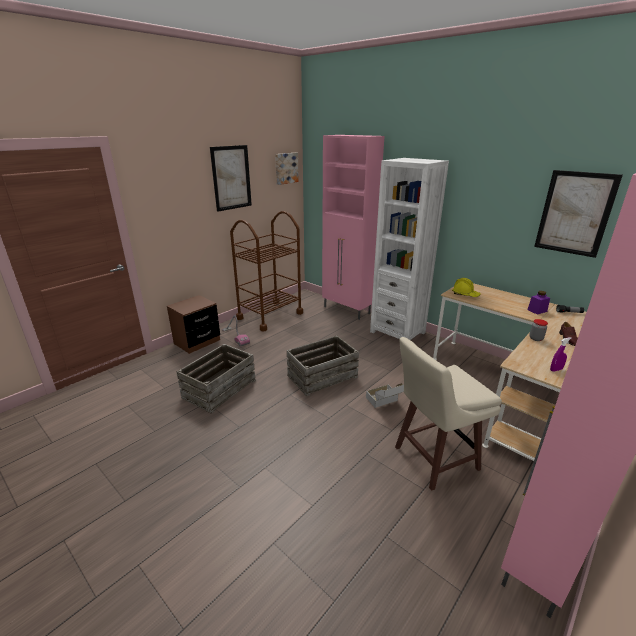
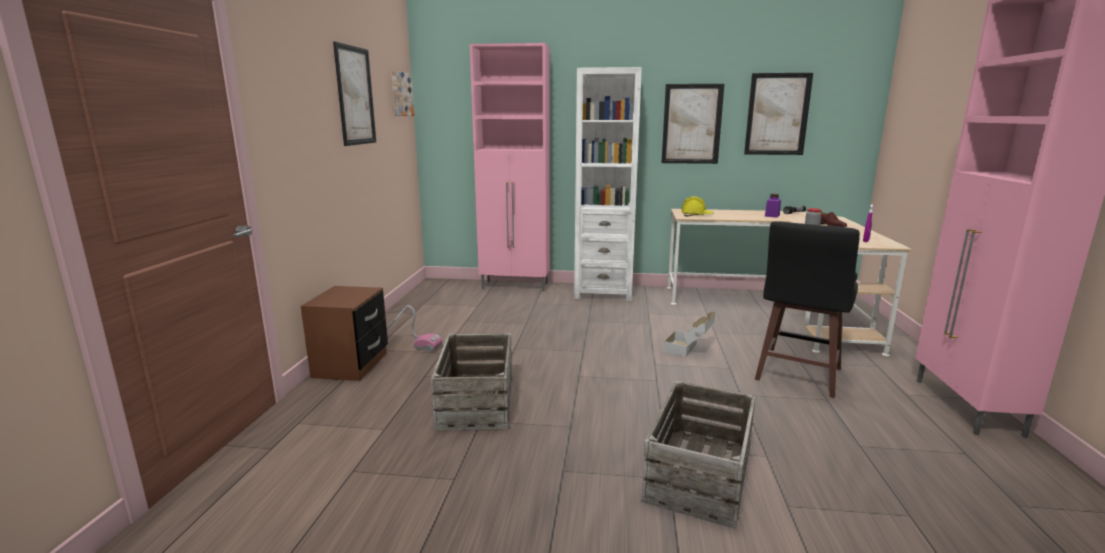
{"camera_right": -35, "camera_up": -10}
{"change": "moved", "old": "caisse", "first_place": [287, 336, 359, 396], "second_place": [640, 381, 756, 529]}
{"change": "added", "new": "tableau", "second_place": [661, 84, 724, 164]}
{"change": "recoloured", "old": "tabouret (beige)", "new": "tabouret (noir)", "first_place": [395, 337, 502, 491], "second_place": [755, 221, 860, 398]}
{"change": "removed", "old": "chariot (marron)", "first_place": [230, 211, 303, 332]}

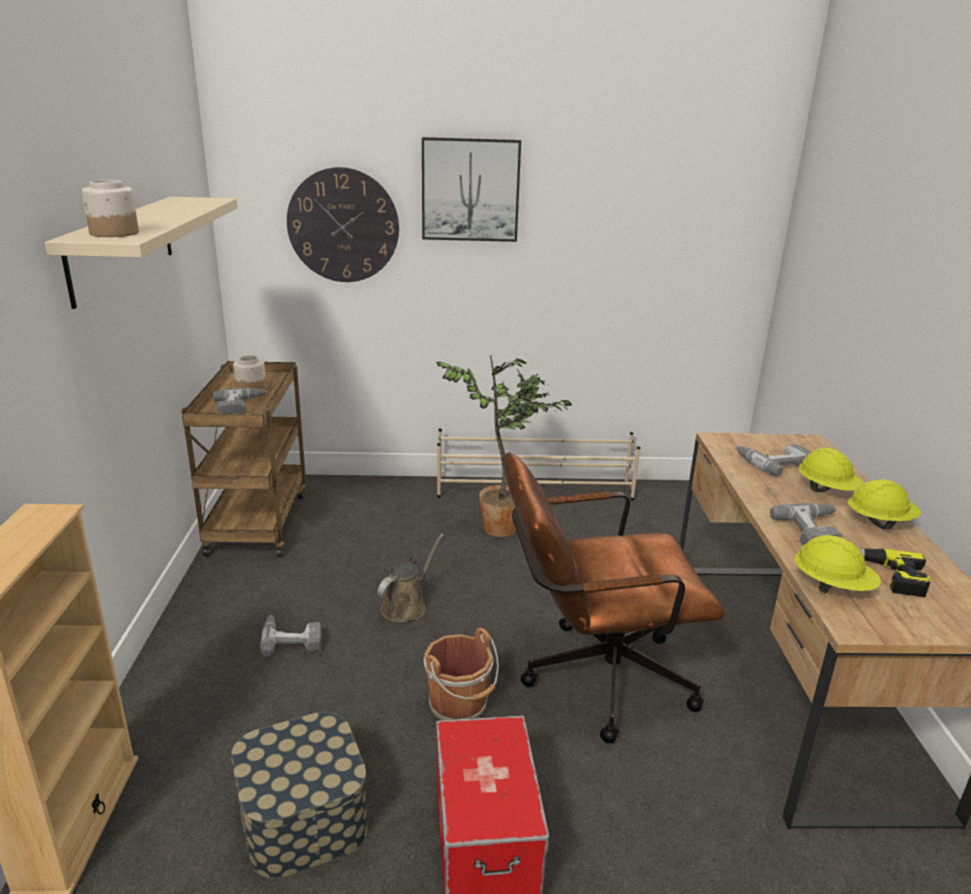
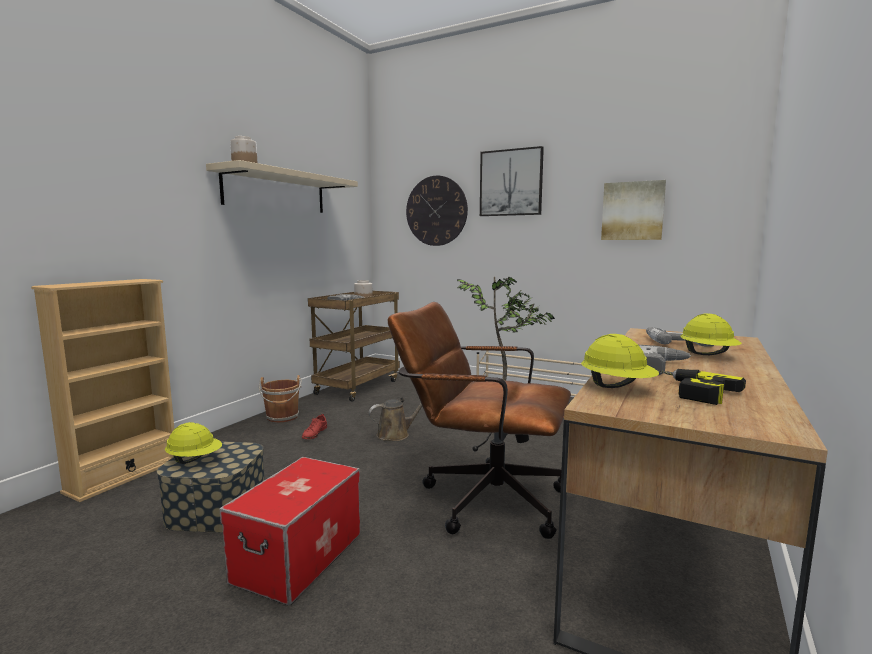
{"camera_right": 30, "camera_up": -15}
{"change": "moved", "old": "casque de chantier (jaune)", "first_place": [848, 479, 921, 529], "second_place": [165, 422, 222, 464]}
{"change": "moved", "old": "seau (marron)", "first_place": [424, 628, 499, 720], "second_place": [259, 375, 302, 423]}
{"change": "replaced", "old": "perceuse", "new": "chaussure (rouge)", "first_place": [260, 615, 321, 657], "second_place": [302, 414, 327, 439]}
{"change": "added", "new": "tableau", "second_place": [601, 180, 666, 240]}

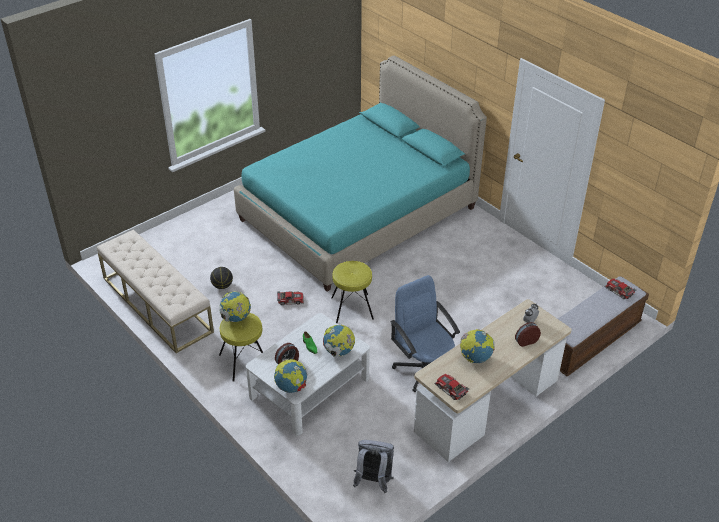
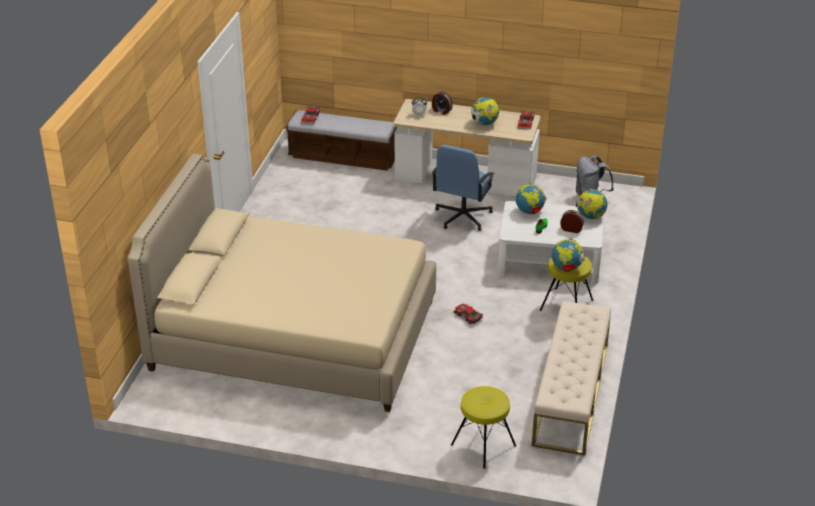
{"camera_right": -125, "camera_up": -5}
{"change": "recoloured", "old": "lit (turquoise)", "new": "lit (beige)", "first_place": [234, 55, 487, 292], "second_place": [128, 154, 436, 412]}
{"change": "moved", "old": "tabouret (jaune)", "first_place": [331, 261, 374, 323], "second_place": [451, 386, 516, 469]}
{"change": "removed", "old": "ballon de basket", "first_place": [210, 267, 233, 289]}

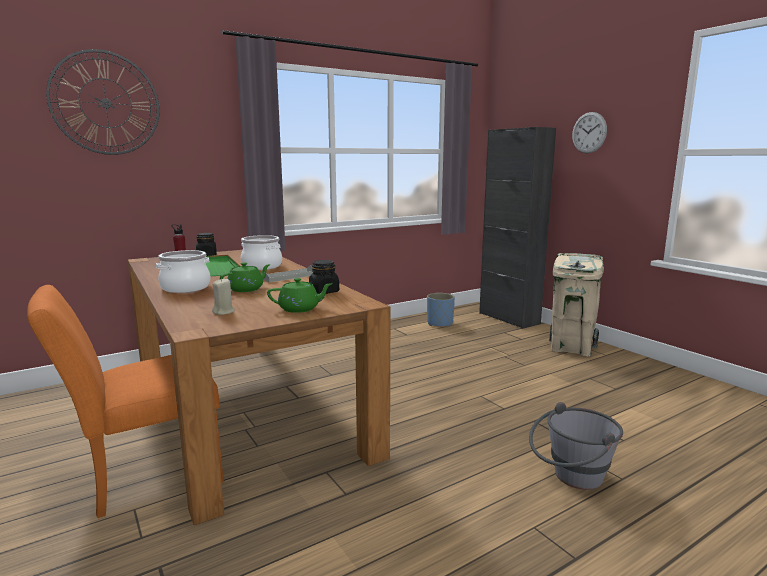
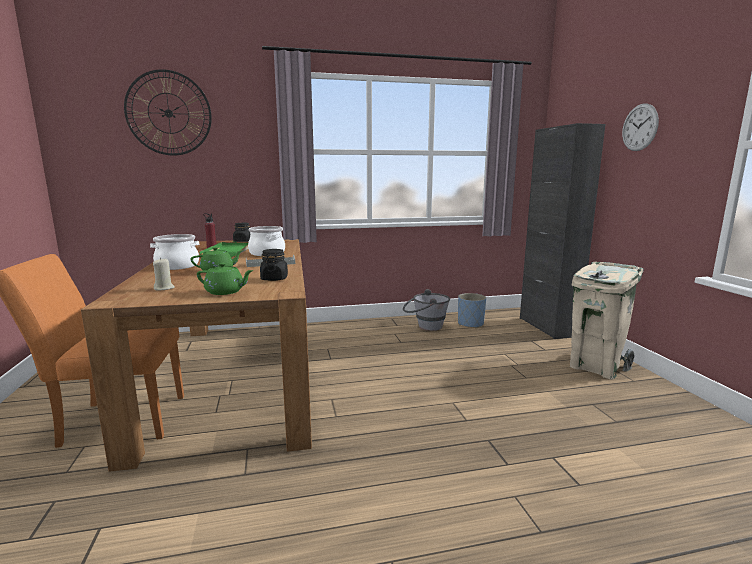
{"camera_right": 20, "camera_up": 0}
{"change": "moved", "old": "seau (gris)", "first_place": [529, 402, 623, 490], "second_place": [403, 289, 450, 331]}

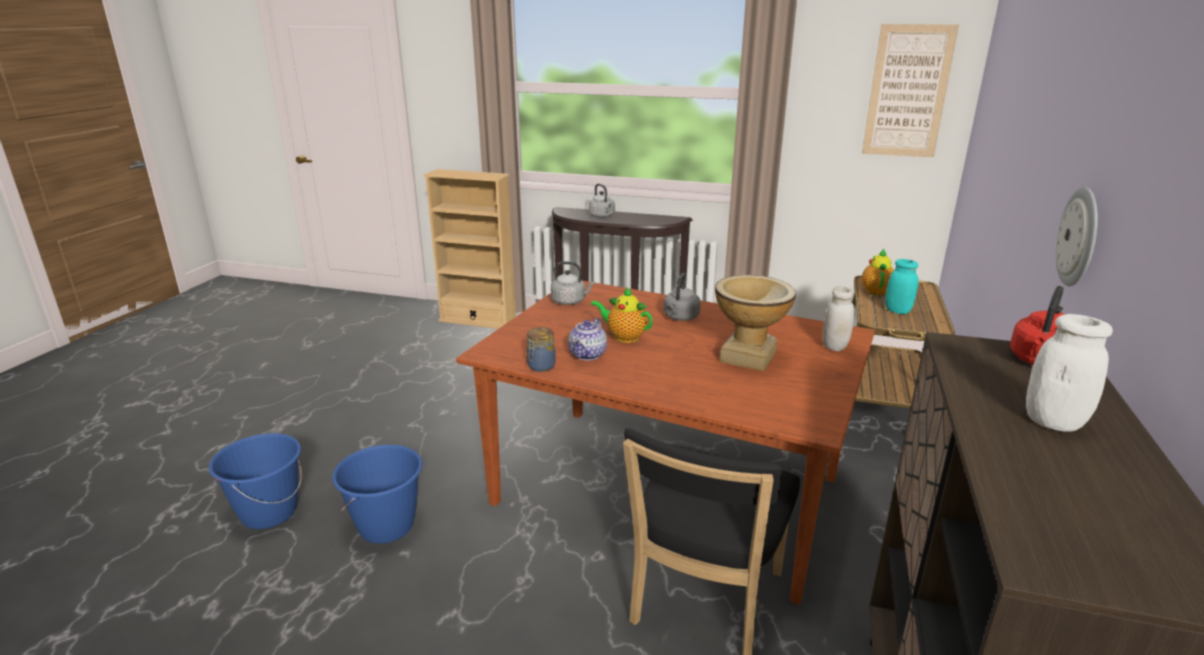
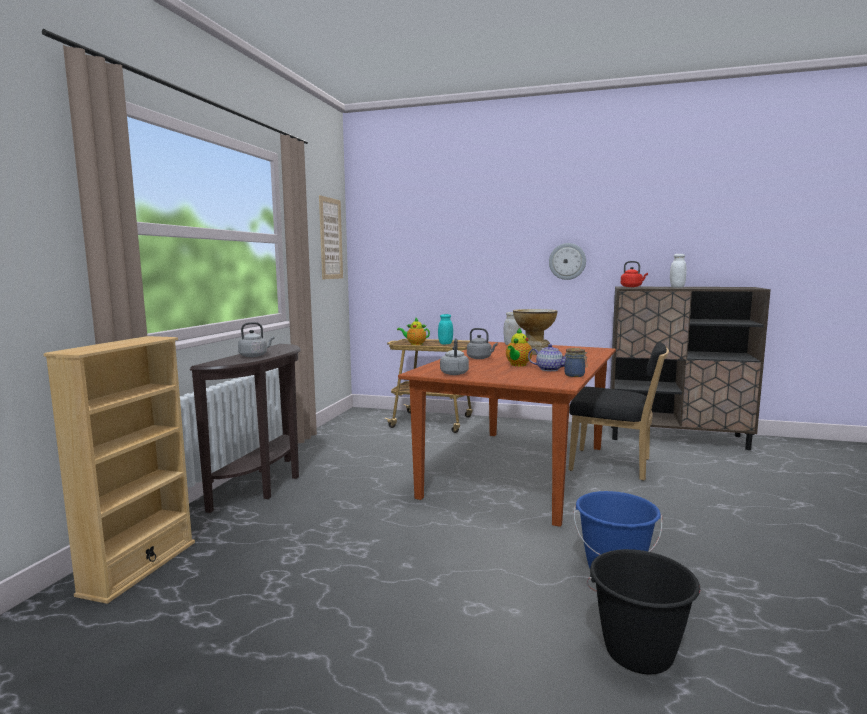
{"camera_right": -90, "camera_up": -15}
{"change": "recoloured", "old": "seau (bleu)", "new": "seau (noir)", "first_place": [209, 433, 302, 529], "second_place": [587, 549, 700, 675]}

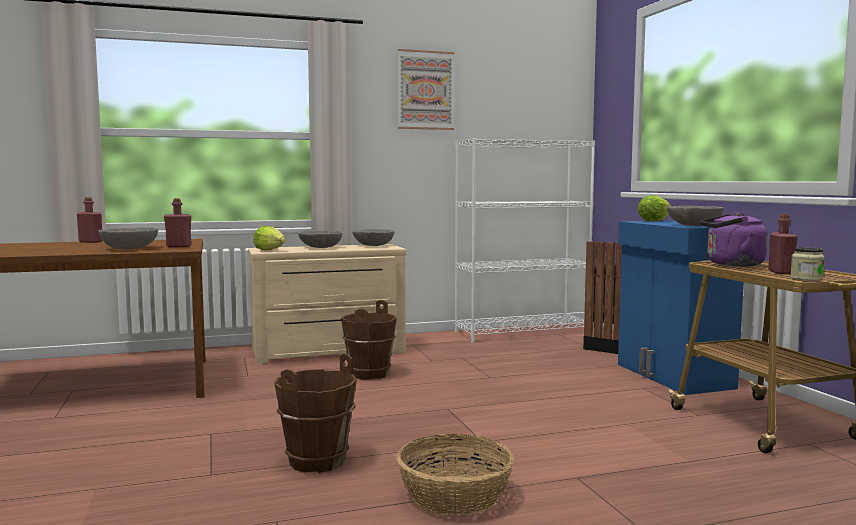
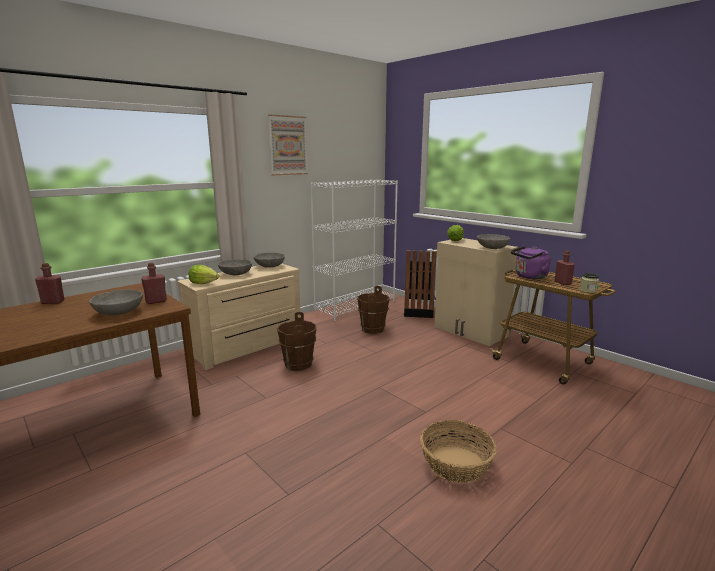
{"camera_right": -25, "camera_up": 10}
{"change": "moved", "old": "seau (marron)", "first_place": [274, 354, 357, 473], "second_place": [357, 286, 390, 334]}
{"change": "recoloured", "old": "meuble de rangement (bleu)", "new": "meuble de rangement (beige)", "first_place": [618, 220, 744, 395], "second_place": [434, 238, 518, 346]}

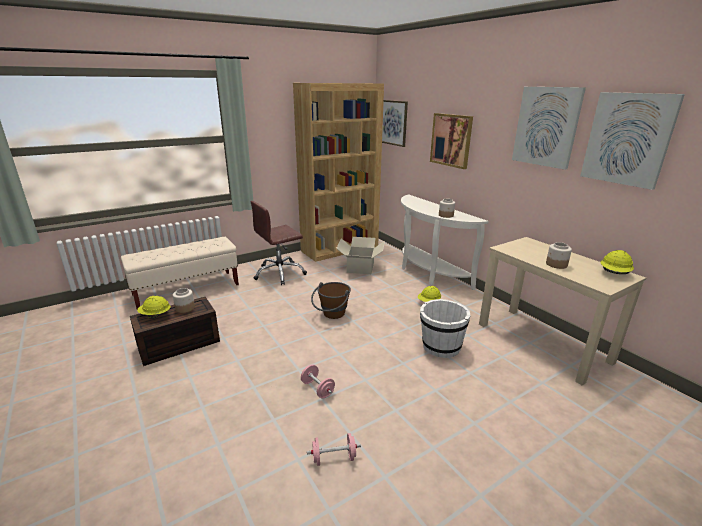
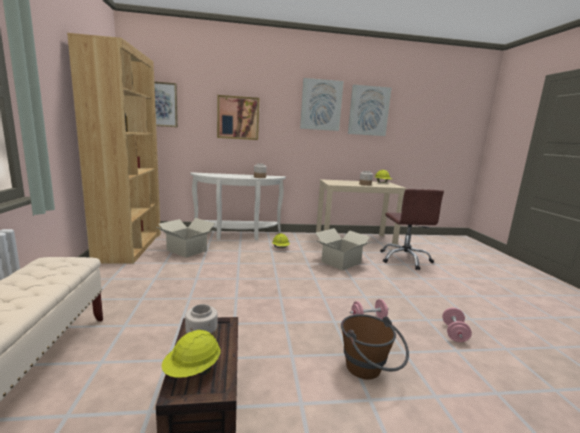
{"camera_right": -65, "camera_up": -10}
{"change": "replaced", "old": "seau (blanc)", "new": "carton", "first_place": [420, 299, 470, 358], "second_place": [316, 228, 374, 270]}
{"change": "moved", "old": "seau (marron)", "first_place": [311, 282, 351, 319], "second_place": [341, 314, 409, 379]}
{"change": "moved", "old": "chaise de bureau (marron)", "first_place": [251, 201, 307, 285], "second_place": [380, 189, 444, 270]}

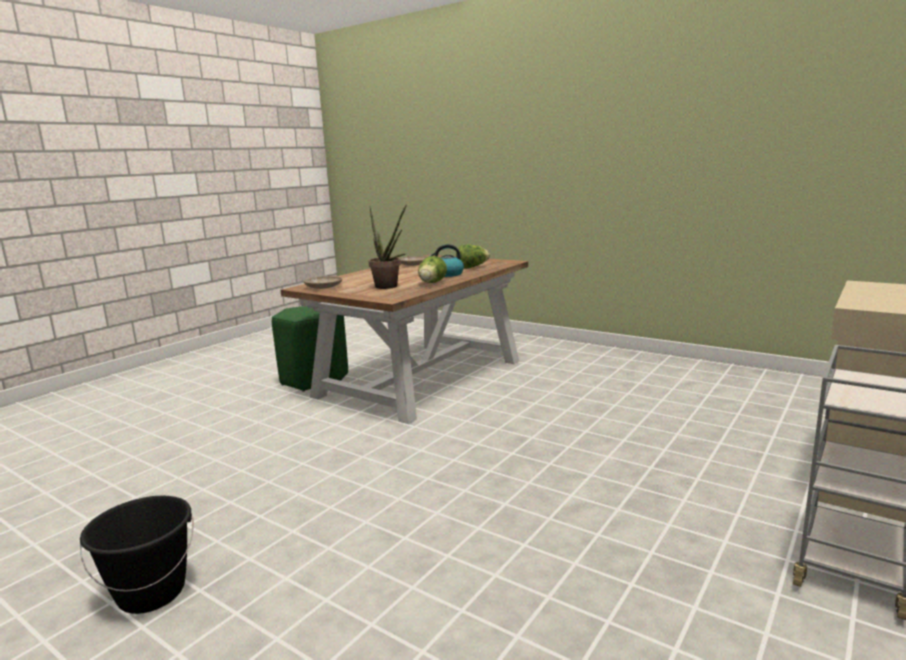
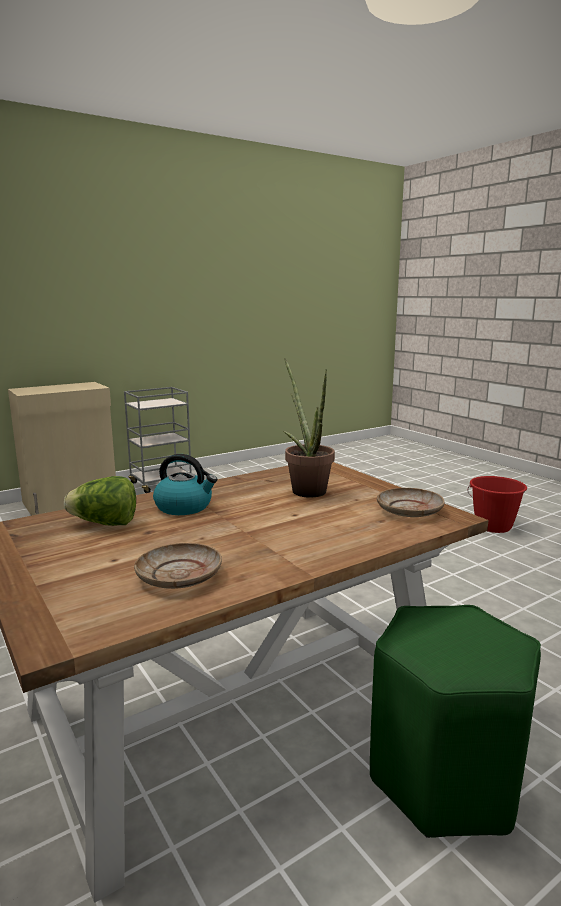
{"camera_right": -160, "camera_up": 0}
{"change": "recoloured", "old": "seau (noir)", "new": "seau (rouge)", "first_place": [80, 496, 194, 614], "second_place": [468, 476, 527, 533]}
{"change": "removed", "old": "laitue", "first_place": [418, 256, 447, 283]}

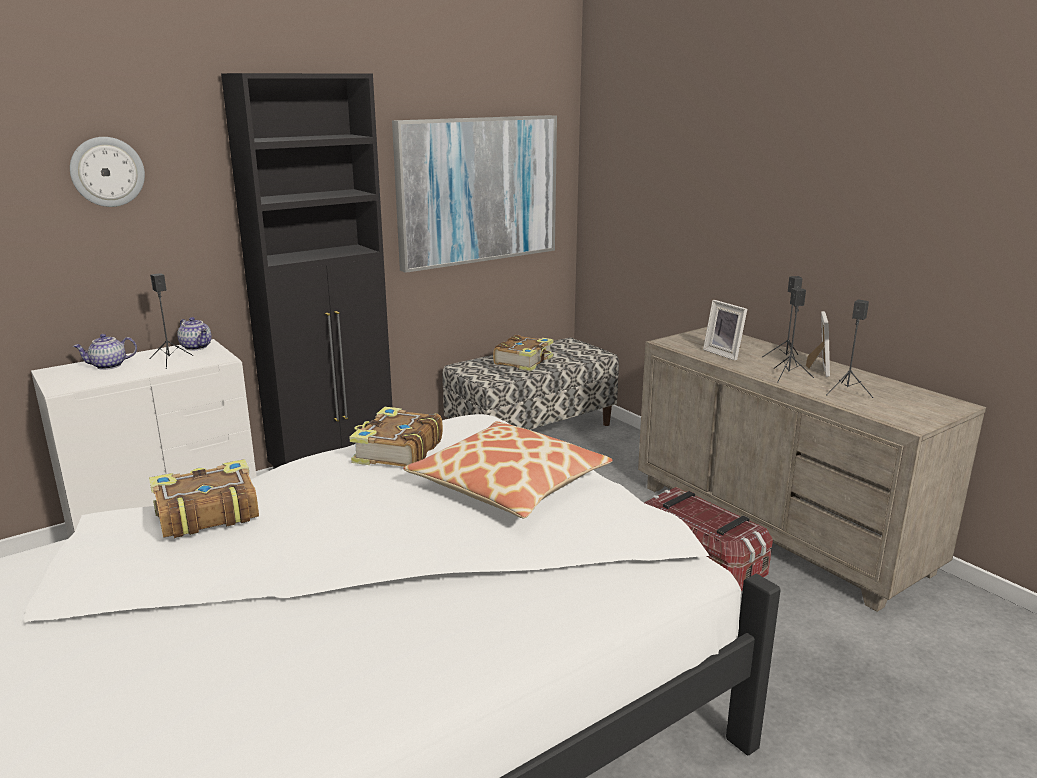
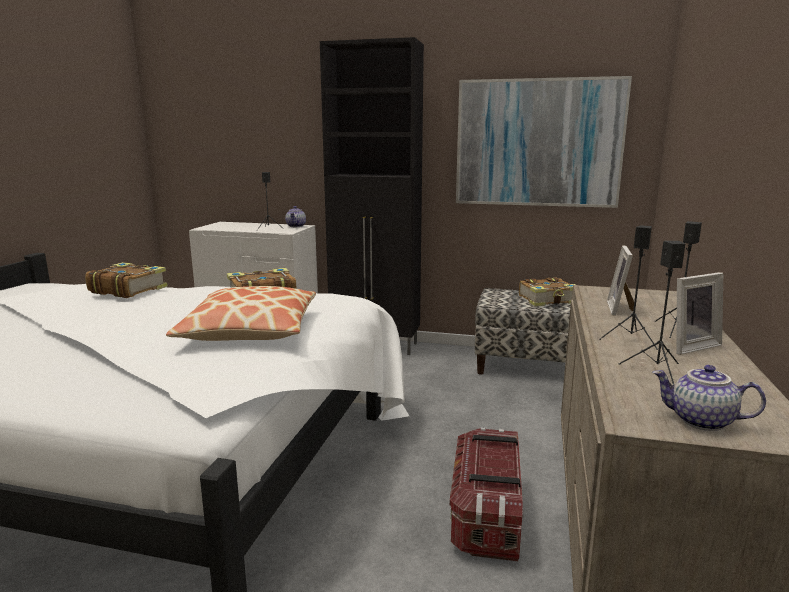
{"camera_right": 50, "camera_up": -5}
{"change": "moved", "old": "théière", "first_place": [73, 334, 137, 370], "second_place": [652, 365, 766, 431]}
{"change": "removed", "old": "horloge murale", "first_place": [70, 137, 145, 207]}

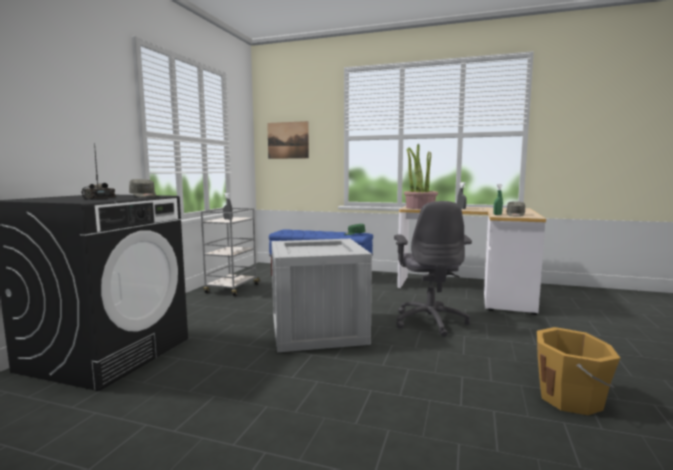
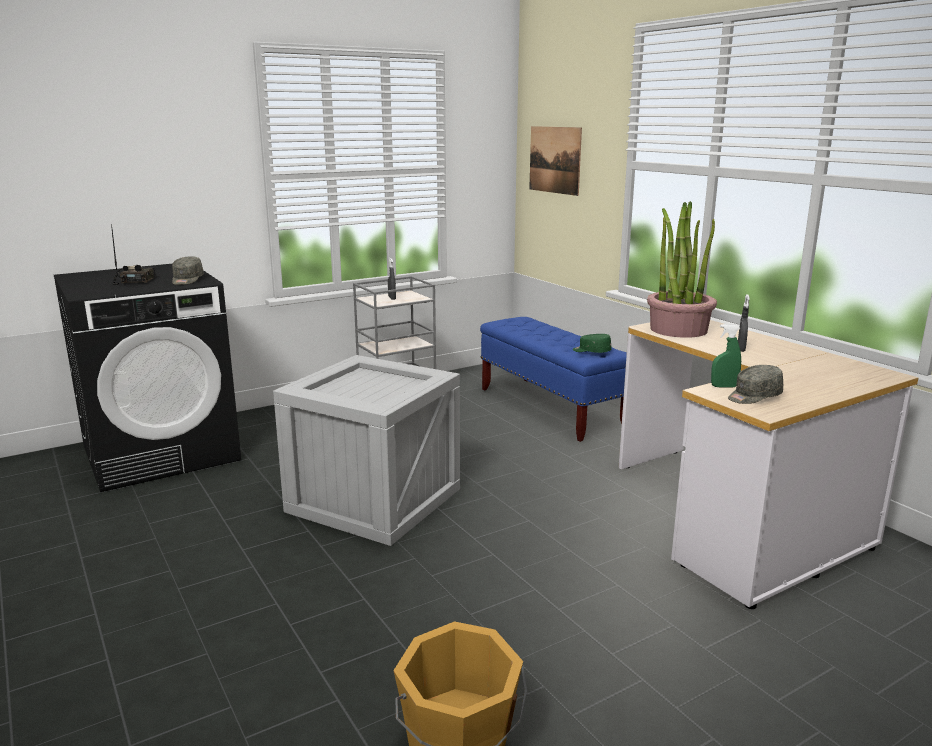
{"camera_right": 40, "camera_up": 10}
{"change": "removed", "old": "chaise de bureau (gris)", "first_place": [394, 201, 472, 337]}

